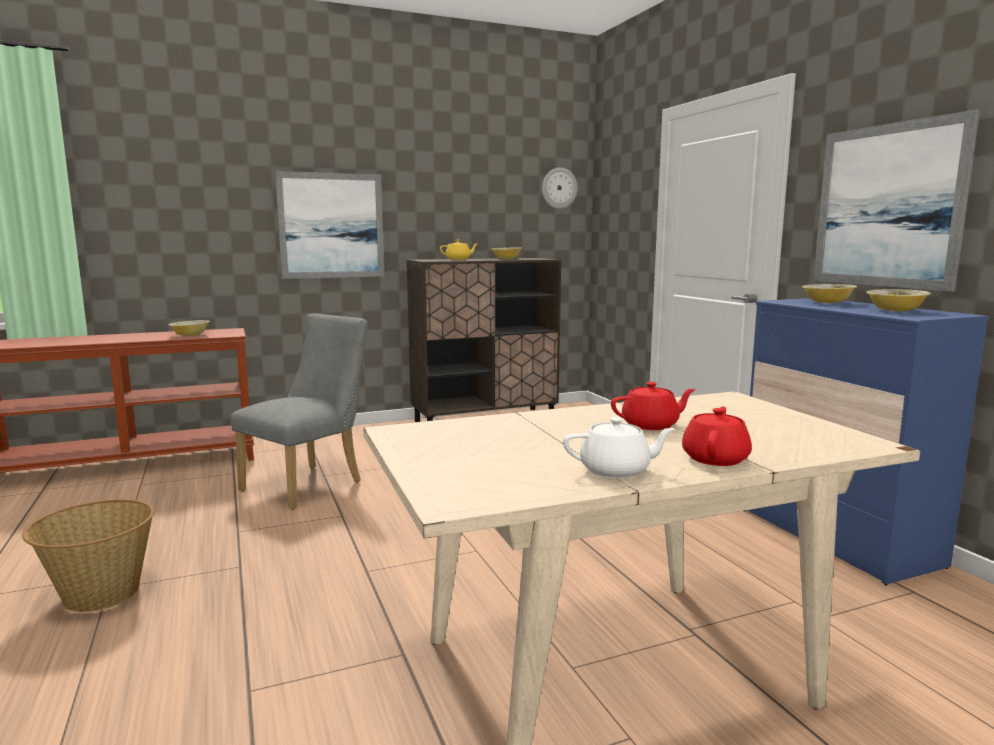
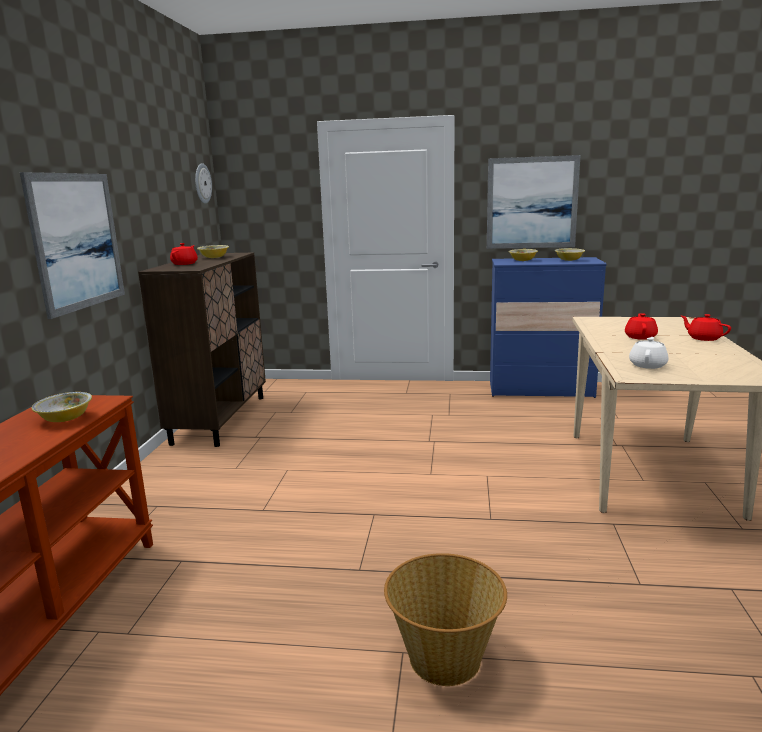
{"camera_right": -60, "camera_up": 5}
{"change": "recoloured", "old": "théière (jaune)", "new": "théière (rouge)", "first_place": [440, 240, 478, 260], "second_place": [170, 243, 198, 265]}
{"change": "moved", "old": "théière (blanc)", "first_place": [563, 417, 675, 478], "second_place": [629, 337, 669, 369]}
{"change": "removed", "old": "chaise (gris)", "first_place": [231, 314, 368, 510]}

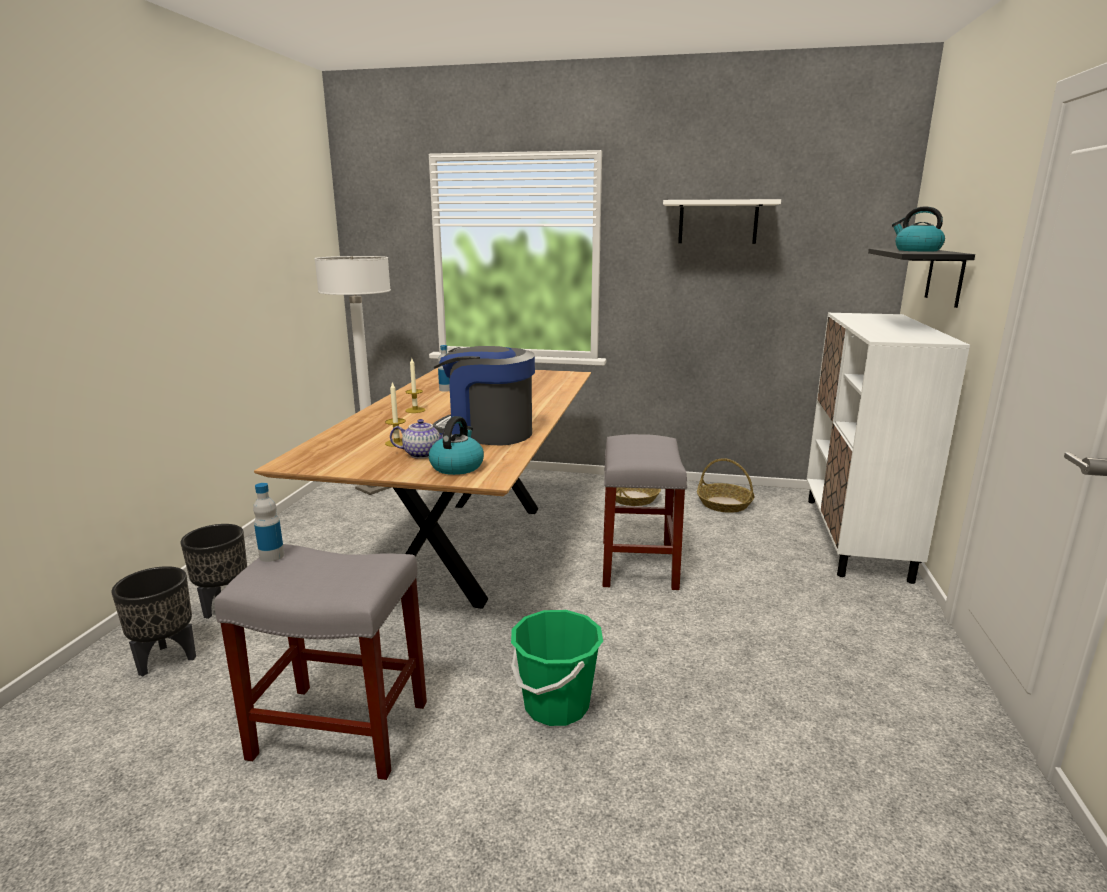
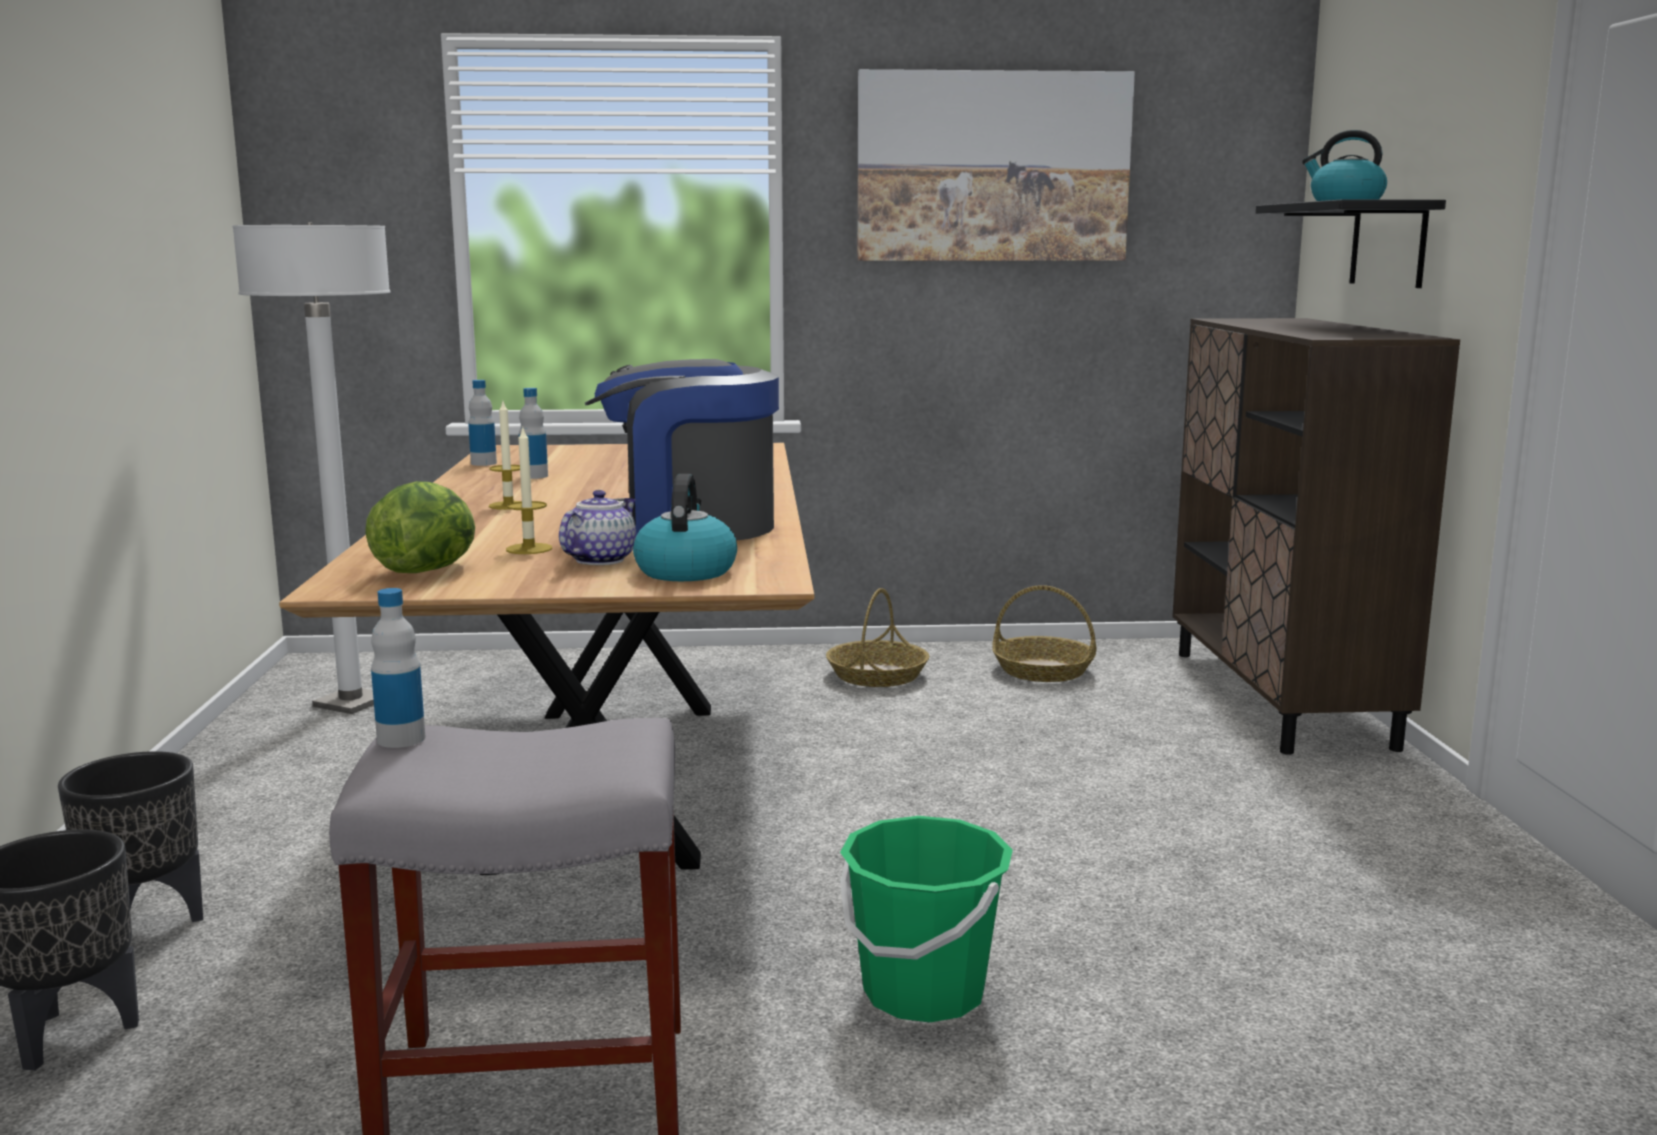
{"camera_right": -15, "camera_up": -5}
{"change": "added", "new": "laitue", "second_place": [365, 481, 475, 573]}
{"change": "added", "new": "bouteille", "second_place": [468, 380, 497, 466]}
{"change": "turned", "old": "théière", "first_place": [390, 419, 444, 459], "second_place": [559, 490, 637, 565], "degrees": -45}
{"change": "replaced", "old": "étagère (blanc)", "new": "tableau", "first_place": [663, 199, 781, 244], "second_place": [857, 69, 1135, 261]}
{"change": "recoloured", "old": "meuble de rangement (blanc)", "new": "meuble de rangement (marron)", "first_place": [807, 313, 970, 584], "second_place": [1172, 318, 1460, 755]}
{"change": "removed", "old": "tabouret (gris)", "first_place": [602, 434, 687, 590]}

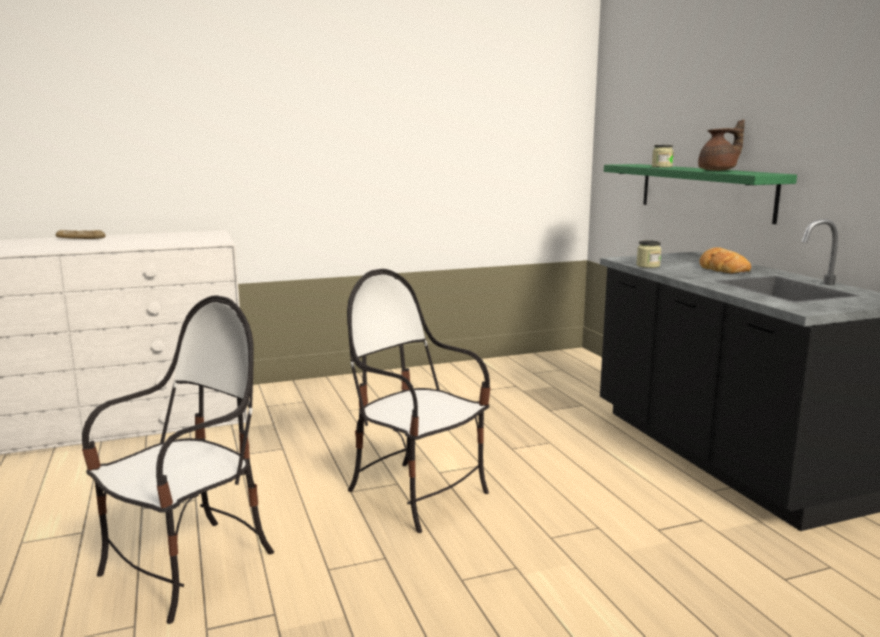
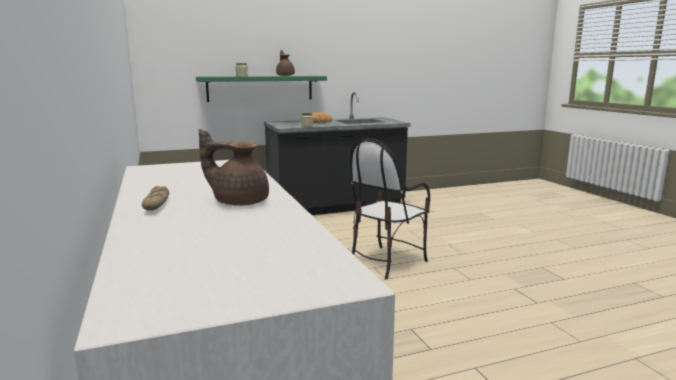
{"camera_right": -90, "camera_up": 0}
{"change": "added", "new": "théière (marron)", "second_place": [199, 129, 269, 206]}
{"change": "removed", "old": "chaise", "first_place": [82, 295, 274, 624]}

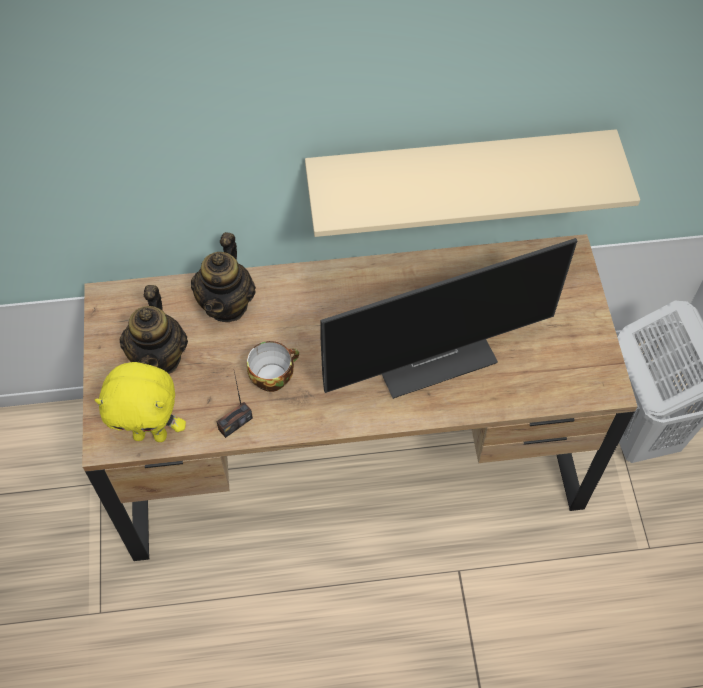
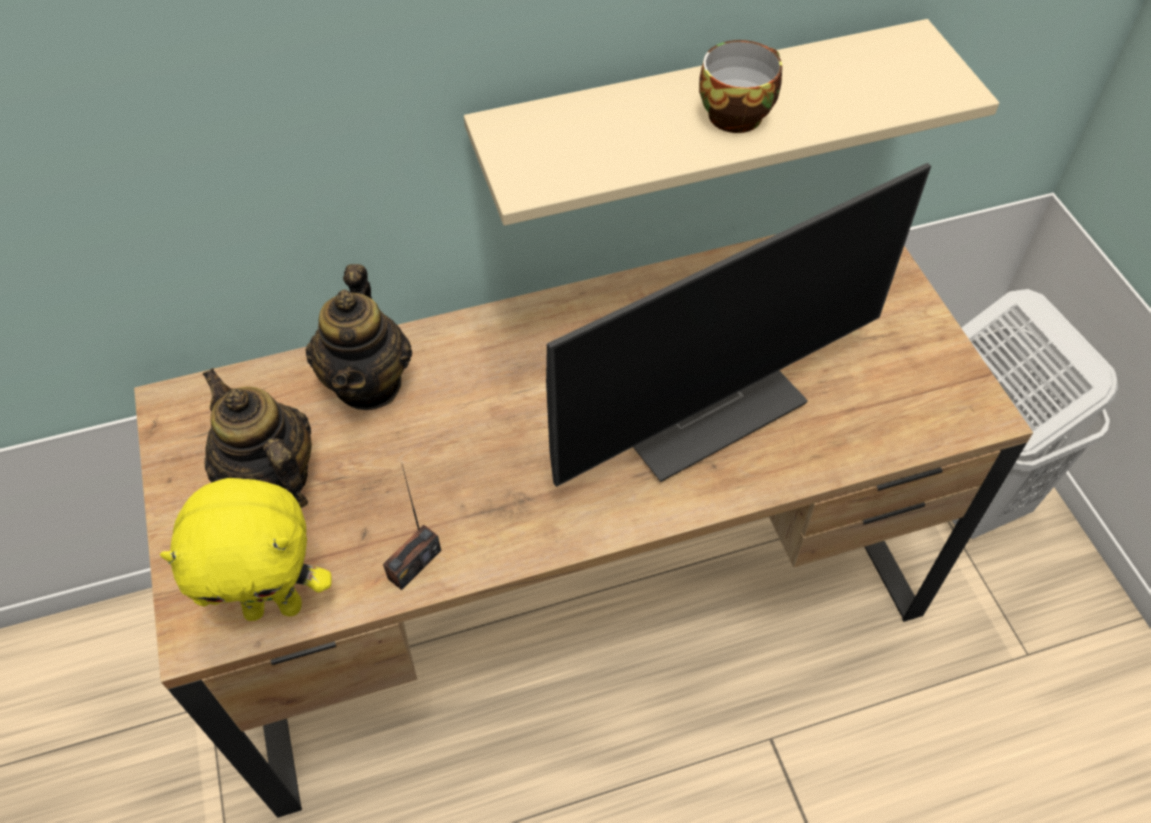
{"camera_right": -10, "camera_up": -5}
{"change": "turned", "old": "théière", "first_place": [119, 285, 188, 374], "second_place": [202, 368, 312, 508], "degrees": 150}
{"change": "moved", "old": "tasse", "first_place": [247, 341, 299, 392], "second_place": [699, 40, 782, 133]}

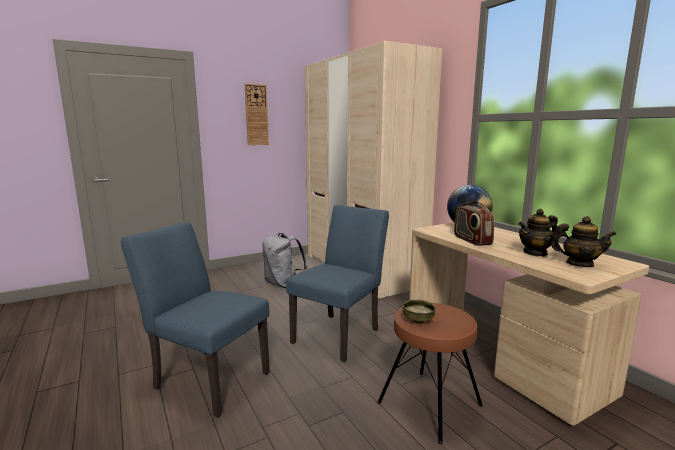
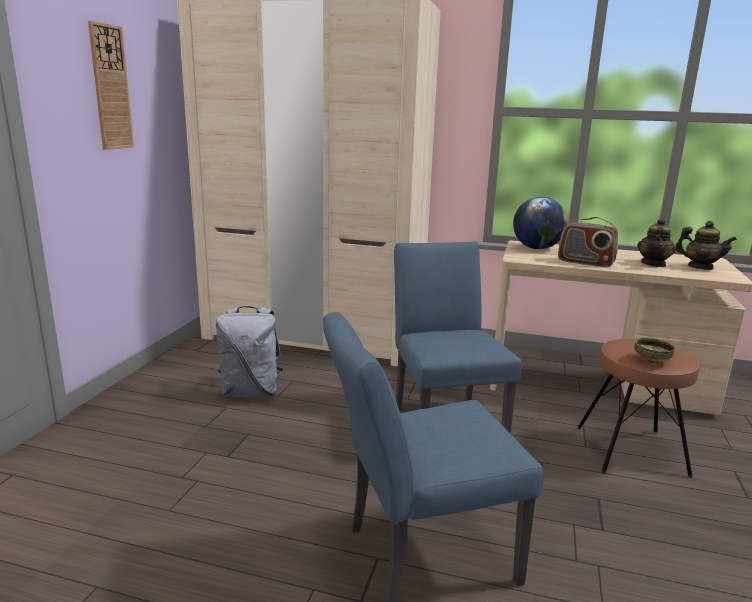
{"camera_right": -45, "camera_up": 5}
{"change": "turned", "old": "théière", "first_place": [551, 216, 616, 267], "second_place": [675, 221, 737, 270], "degrees": 60}

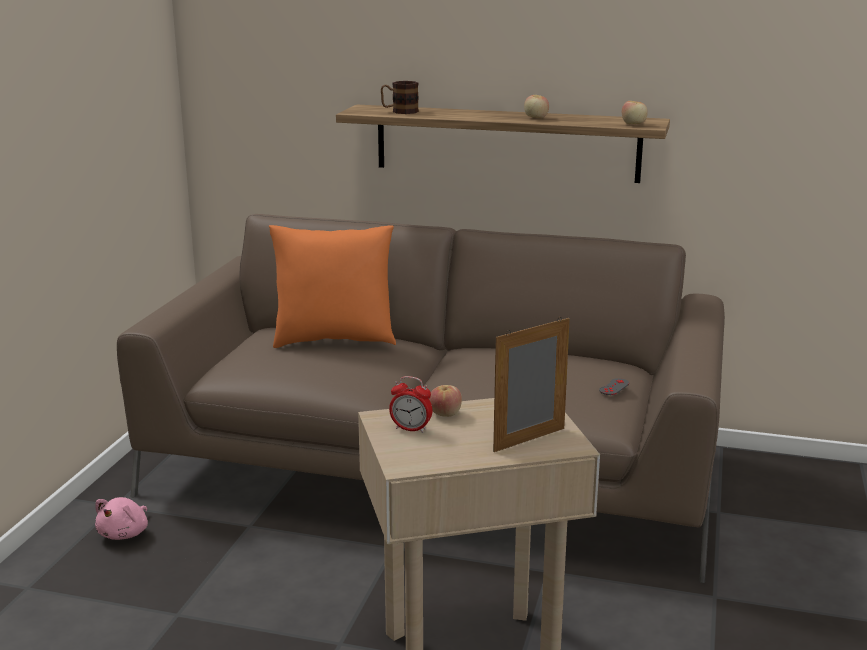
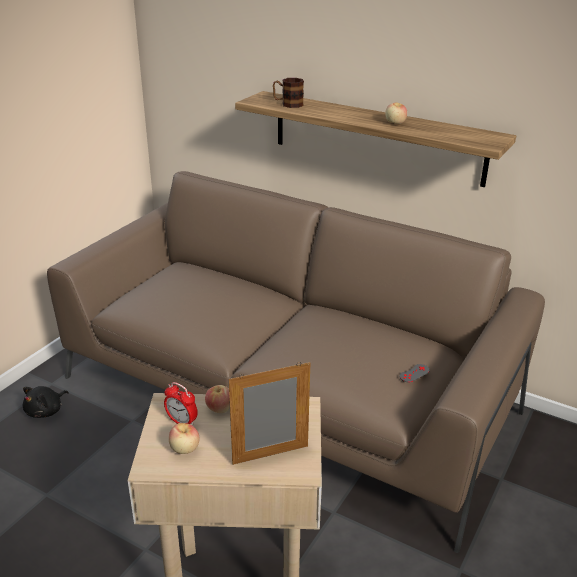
{"camera_right": 15, "camera_up": 10}
{"change": "recoloured", "old": "peluche (rose)", "new": "peluche (noir)", "first_place": [95, 497, 148, 540], "second_place": [23, 386, 69, 418]}
{"change": "moved", "old": "pomme", "first_place": [622, 101, 648, 124], "second_place": [169, 423, 200, 454]}
{"change": "removed", "old": "coussin (orange)", "first_place": [269, 225, 396, 348]}

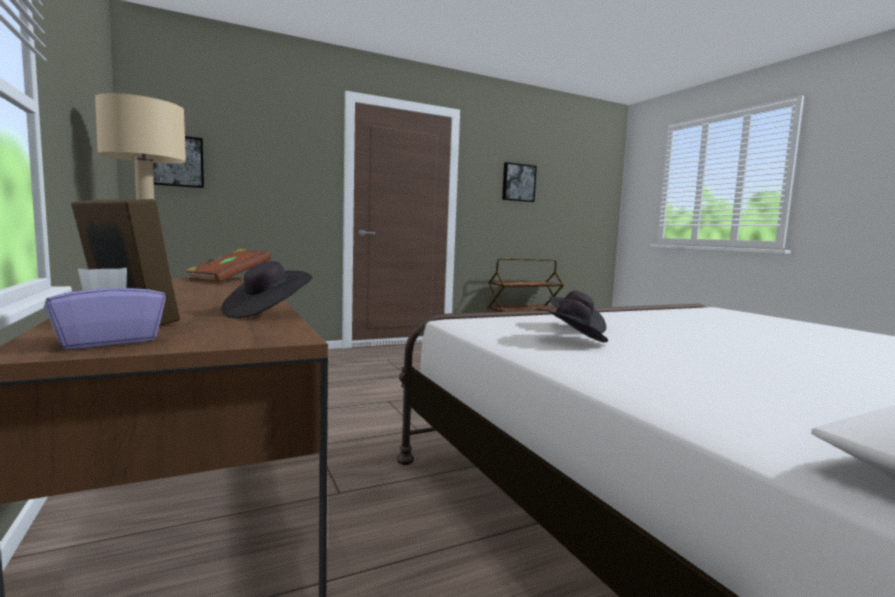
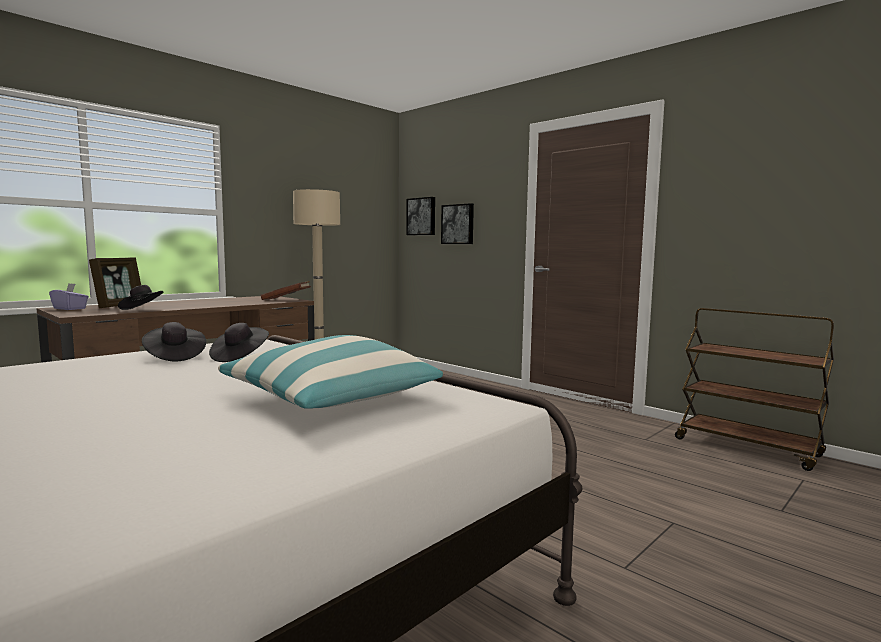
{"camera_right": 70, "camera_up": 0}
{"change": "added", "new": "coussin", "second_place": [218, 335, 443, 409]}
{"change": "moved", "old": "tableau", "first_place": [502, 162, 537, 202], "second_place": [441, 203, 474, 244]}

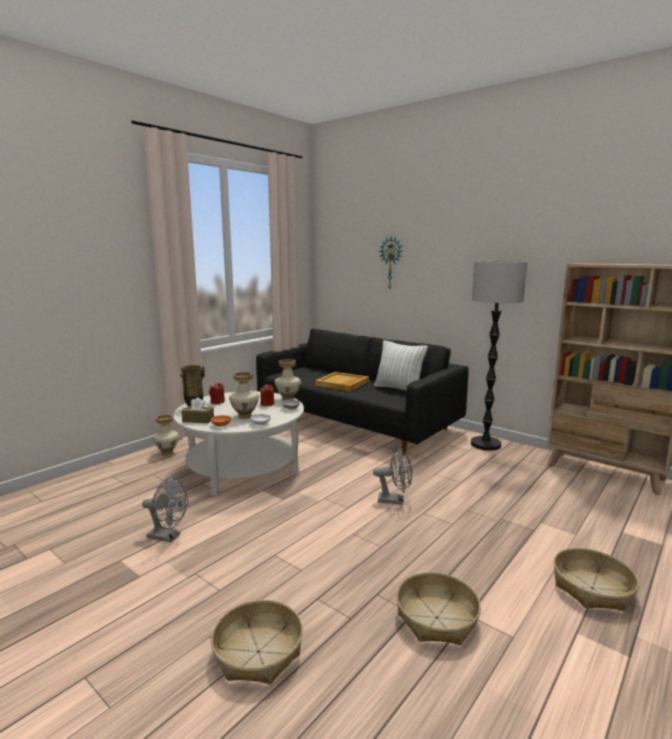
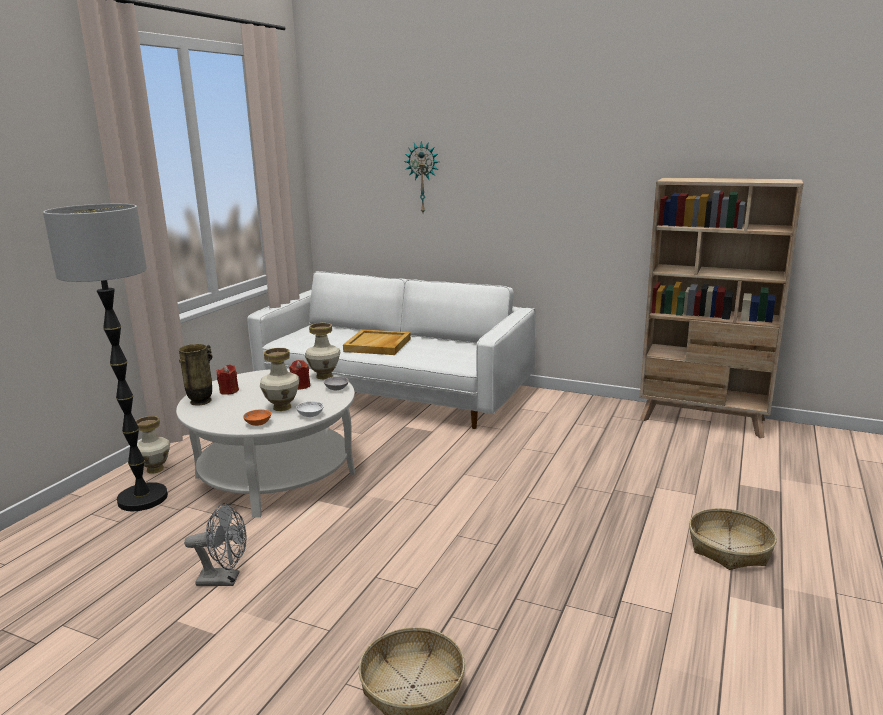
{"camera_right": -15, "camera_up": 5}
{"change": "moved", "old": "lampadaire", "first_place": [471, 261, 527, 451], "second_place": [43, 204, 168, 511]}
{"change": "recoloured", "old": "canapé (noir)", "new": "canapé (blanc)", "first_place": [256, 329, 469, 455], "second_place": [247, 271, 535, 429]}
{"change": "removed", "old": "boîte à mouchoirs (marron)", "first_place": [182, 397, 214, 423]}
{"change": "removed", "old": "ventilateur (gris)", "first_place": [373, 449, 413, 505]}
{"change": "removed", "old": "coussin", "first_place": [374, 340, 428, 391]}
{"change": "removed", "old": "panier", "first_place": [396, 572, 481, 645]}

